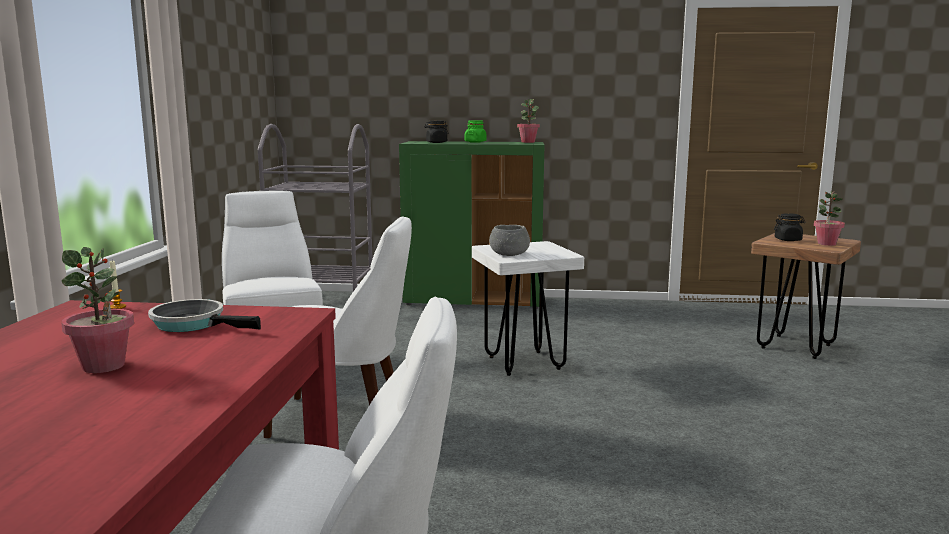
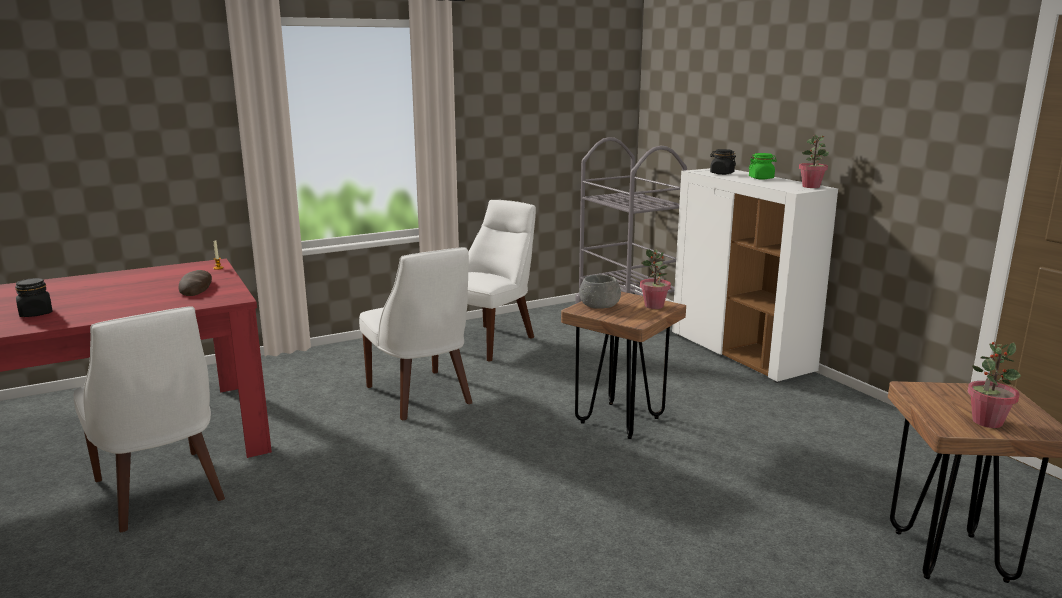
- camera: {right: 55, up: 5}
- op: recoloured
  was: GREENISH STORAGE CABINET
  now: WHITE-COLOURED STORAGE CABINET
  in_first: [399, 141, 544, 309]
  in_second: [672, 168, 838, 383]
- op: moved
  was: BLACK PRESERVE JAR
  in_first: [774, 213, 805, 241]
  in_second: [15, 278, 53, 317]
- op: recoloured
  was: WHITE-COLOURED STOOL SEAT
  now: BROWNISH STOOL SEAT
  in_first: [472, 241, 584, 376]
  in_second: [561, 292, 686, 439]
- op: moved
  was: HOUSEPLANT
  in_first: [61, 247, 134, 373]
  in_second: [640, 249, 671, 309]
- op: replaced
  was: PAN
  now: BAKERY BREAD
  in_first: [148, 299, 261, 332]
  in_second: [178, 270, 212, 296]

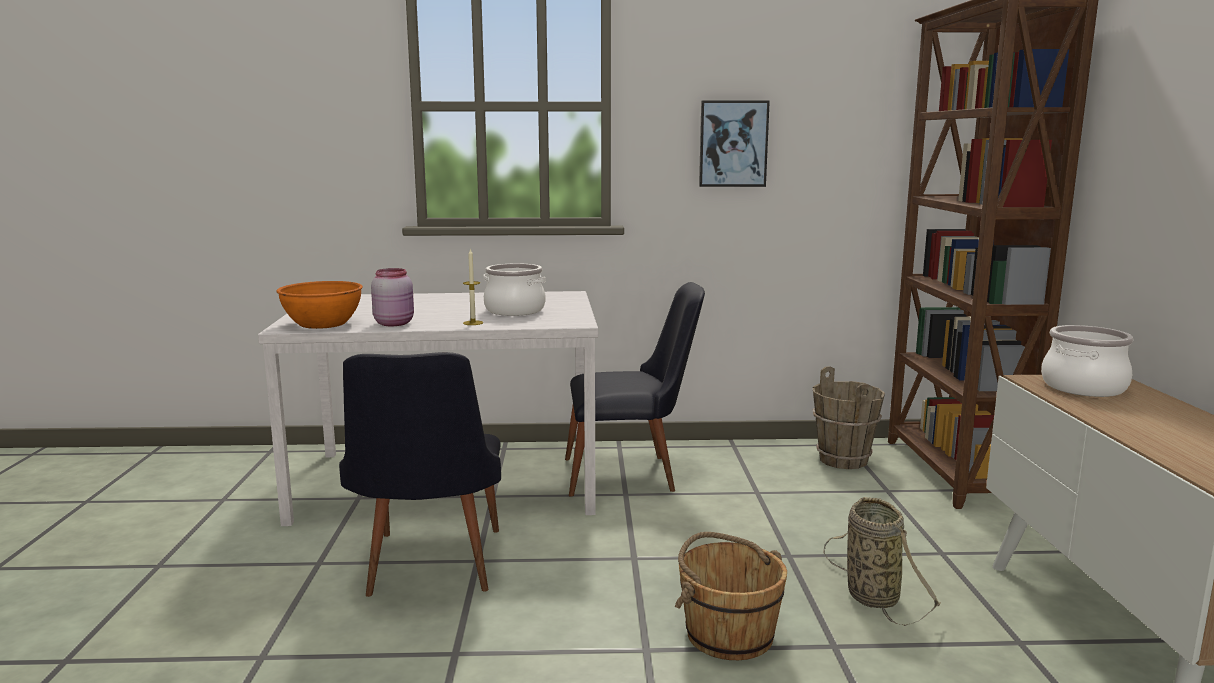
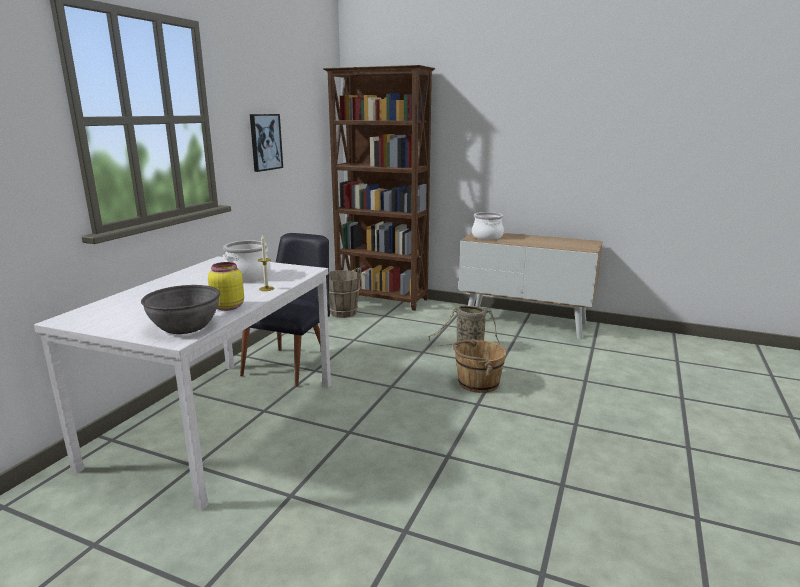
- camera: {right: -65, up: 5}
- op: recoloured
  was: PINK PRESERVE JAR
  now: YELLOW PRESERVE JAR
  in_first: [371, 268, 414, 326]
  in_second: [208, 262, 244, 311]
- op: recoloured
  was: ORANGE-COLOURED SERVING BOWL
  now: GREYISH SERVING BOWL
  in_first: [276, 281, 363, 329]
  in_second: [141, 285, 220, 334]
- op: removed
  was: BLACK CHAIR
  in_first: [339, 352, 501, 597]

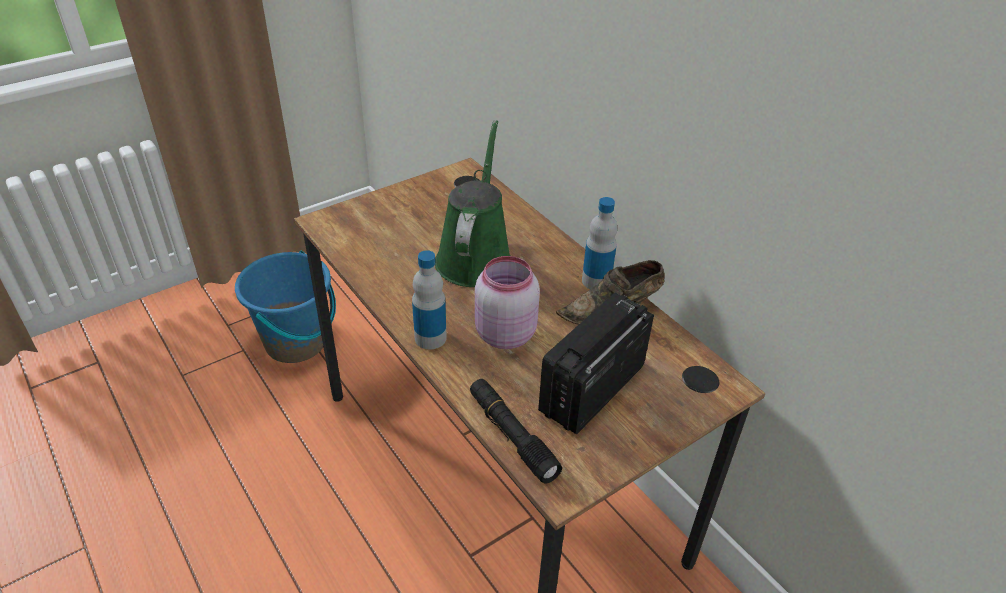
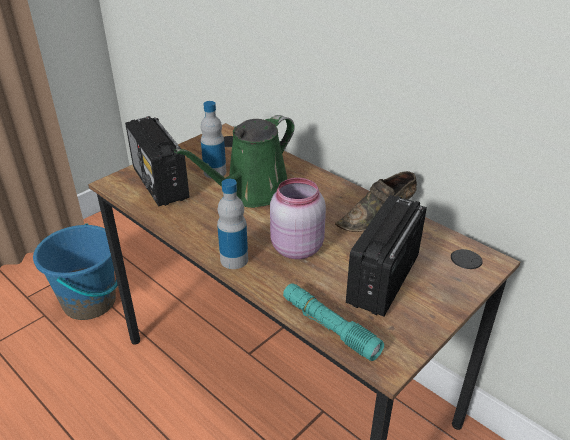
- camera: {right: -10, up: -5}
- op: turned
  was: GREENISH WATERING POT
  in_first: [435, 120, 510, 287]
  in_second: [174, 115, 295, 208]
  clockwise: -135
- op: moved
  was: DRINK BOTTLE
  in_first: [582, 197, 617, 289]
  in_second: [201, 101, 226, 178]
- op: recoloured
  was: BLACK FLASHLIGHT
  now: TURQUOISE FLASHLIGHT
  in_first: [470, 379, 562, 483]
  in_second: [283, 283, 384, 361]
- op: added
  now: RADIO RECEIVER
  in_second: [125, 116, 190, 206]

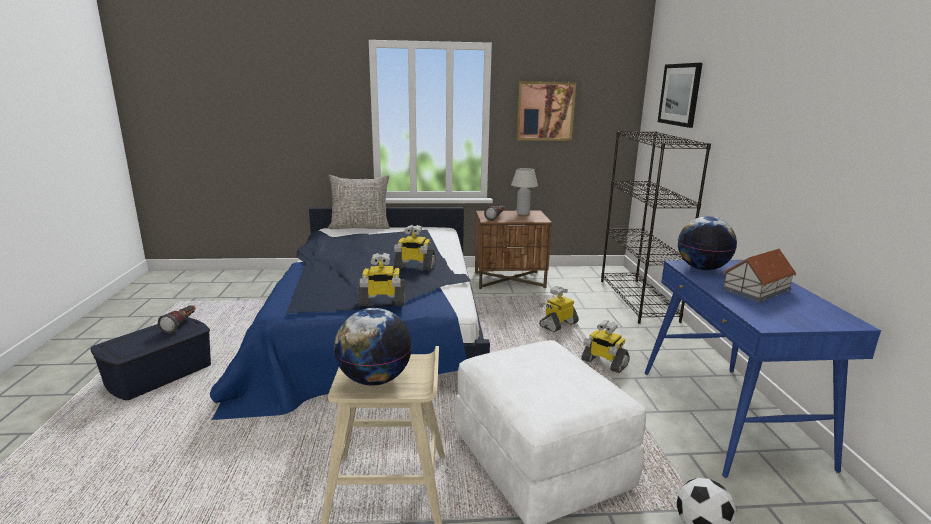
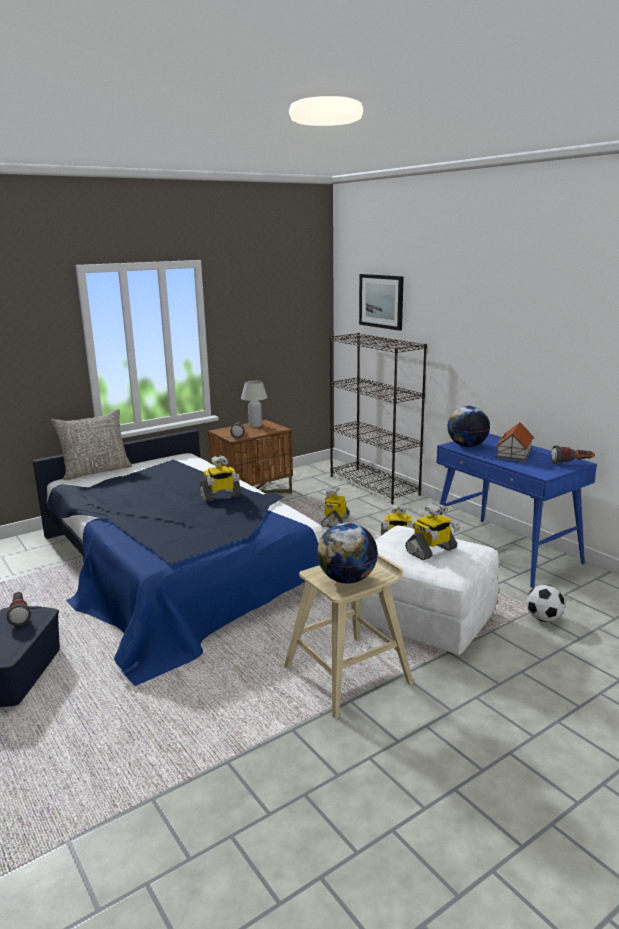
- camera: {right: -30, up: 0}
- op: removed
  was: WALL ART
  in_first: [516, 81, 576, 141]
- op: moved
  was: MODEL ROBOT
  in_first: [358, 253, 405, 306]
  in_second: [405, 502, 460, 560]
- op: added
  now: FLASHLIGHT
  in_second: [551, 446, 595, 464]

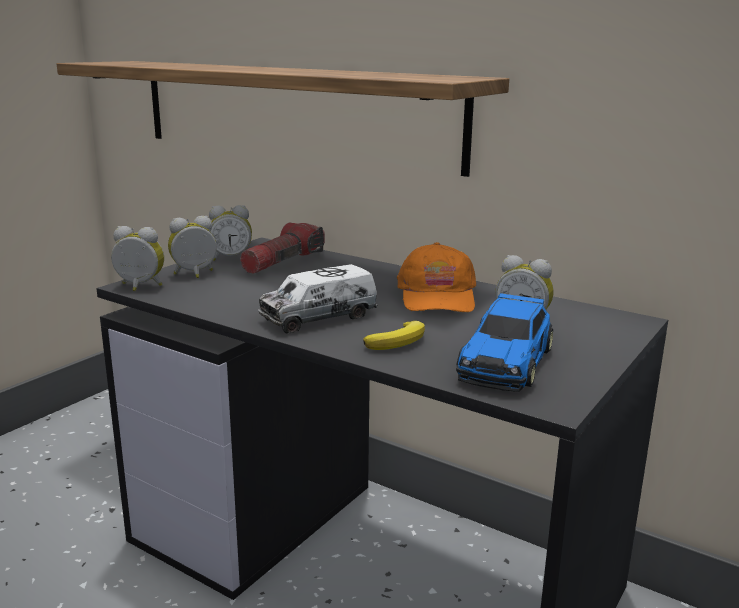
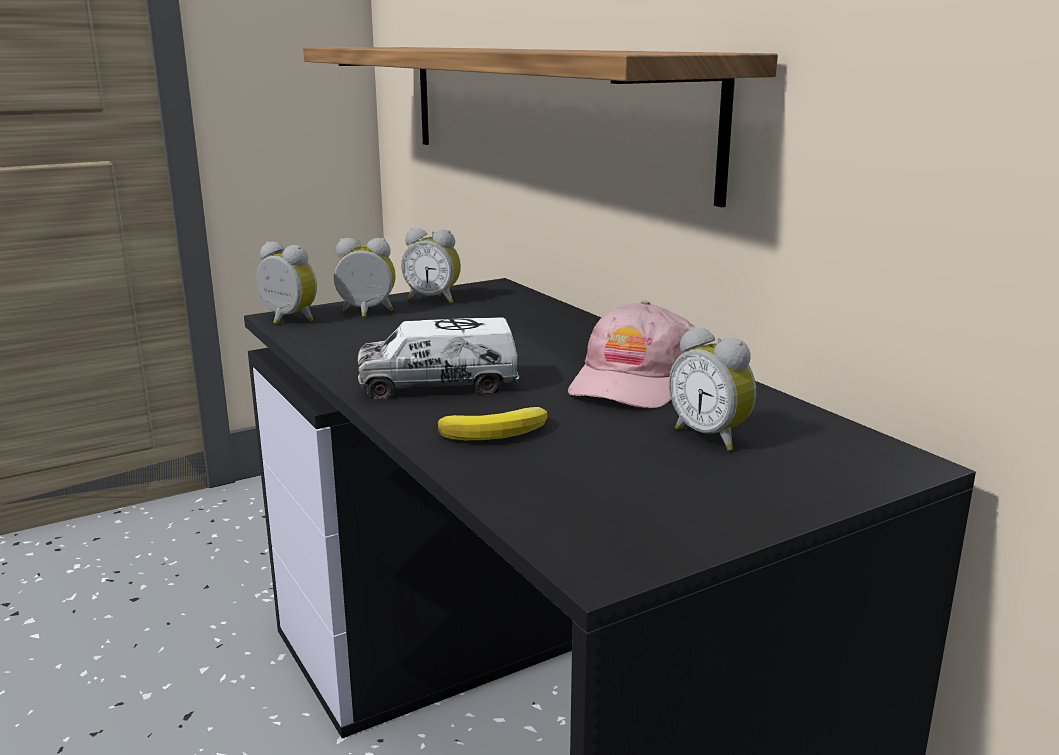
- camera: {right: 25, up: 0}
- op: removed
  was: FLASHLIGHT
  in_first: [240, 223, 325, 274]
- op: recoloured
  was: ORANGE-COLOURED PEAKED CAP
  now: PINK PEAKED CAP
  in_first: [397, 242, 476, 312]
  in_second: [568, 300, 704, 408]
- op: removed
  was: MINIATURE CAR
  in_first: [456, 293, 553, 392]

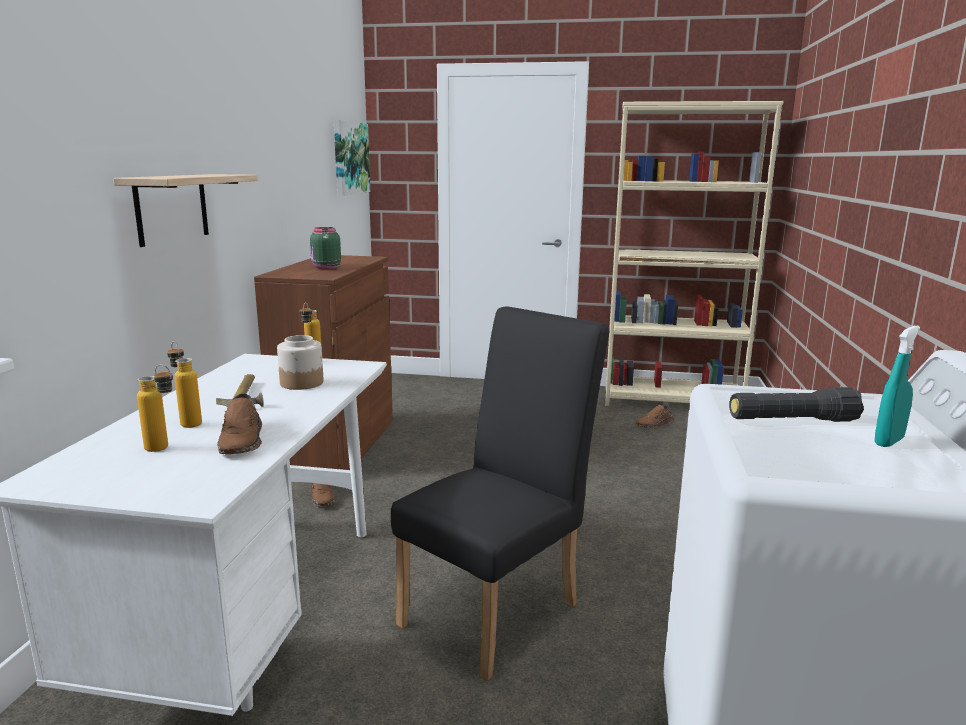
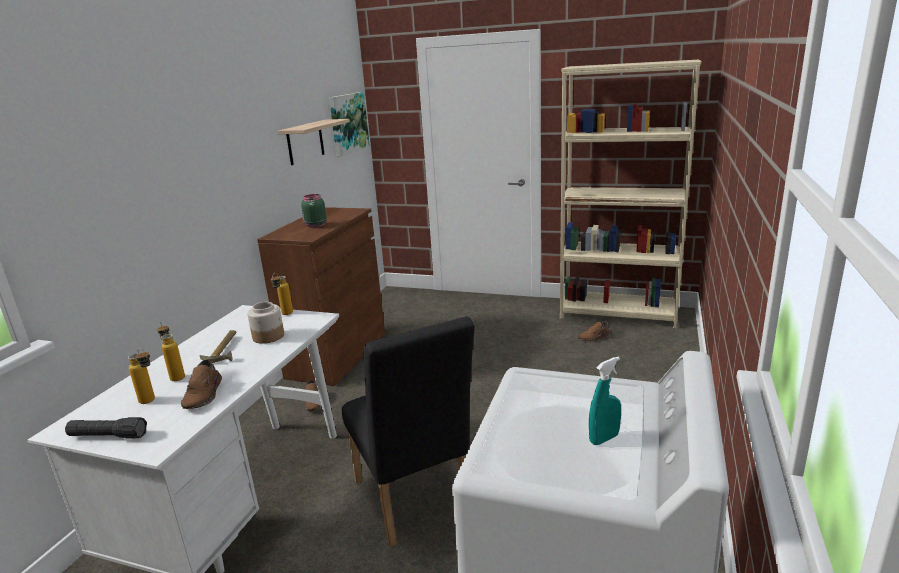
- camera: {right: 10, up: 5}
- op: moved
  was: BRACKET SHELF
  in_first: [113, 174, 258, 247]
  in_second: [278, 119, 350, 165]
- op: turned
  was: BLACK CHAIR
  in_first: [391, 306, 609, 681]
  in_second: [341, 316, 475, 547]
  clockwise: 105
- op: moved
  was: BLACK FLASHLIGHT
  in_first: [729, 387, 864, 422]
  in_second: [65, 417, 147, 439]

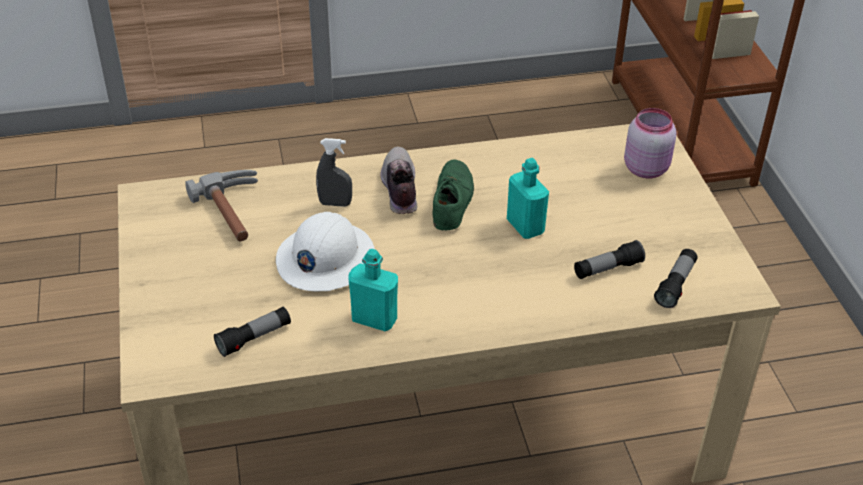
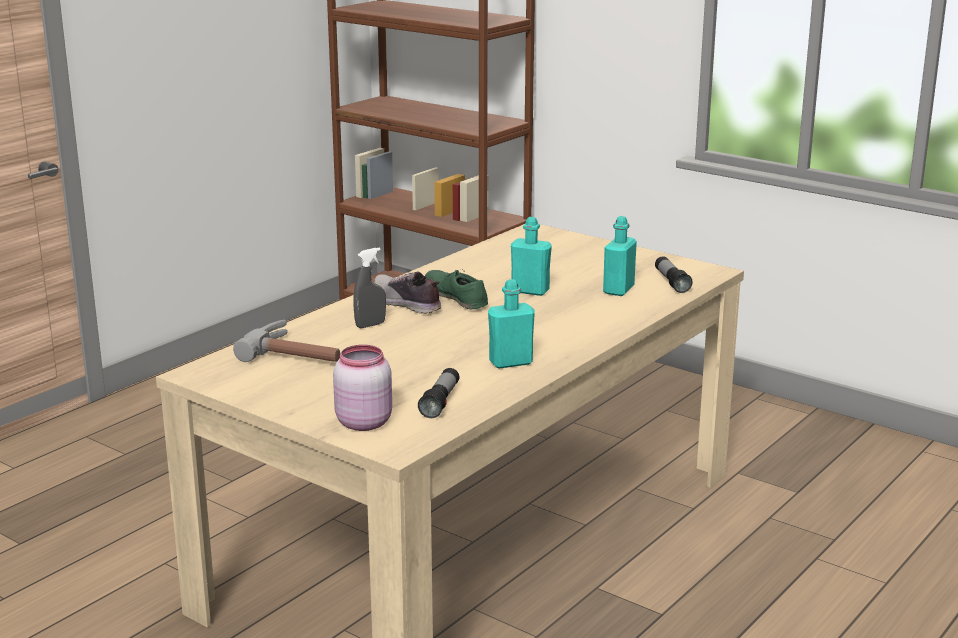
- camera: {right: -40, up: -20}
- op: moved
  was: PINK PRESERVE JAR
  in_first: [624, 108, 676, 178]
  in_second: [333, 345, 392, 431]
- op: removed
  was: WHITE-COLOURED WORK HELMET
  in_first: [276, 212, 375, 292]
- op: replaced
  was: FLASHLIGHT
  now: TURQUOISE DRINK BOTTLE
  in_first: [574, 240, 645, 279]
  in_second: [603, 216, 637, 296]

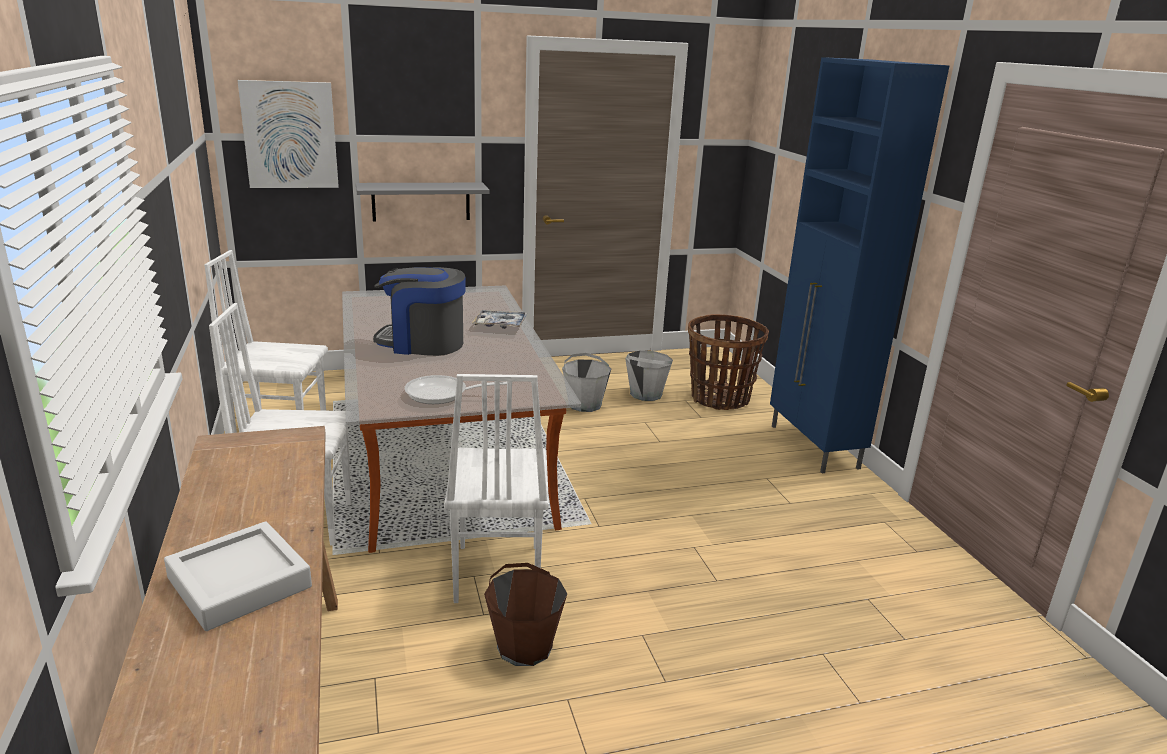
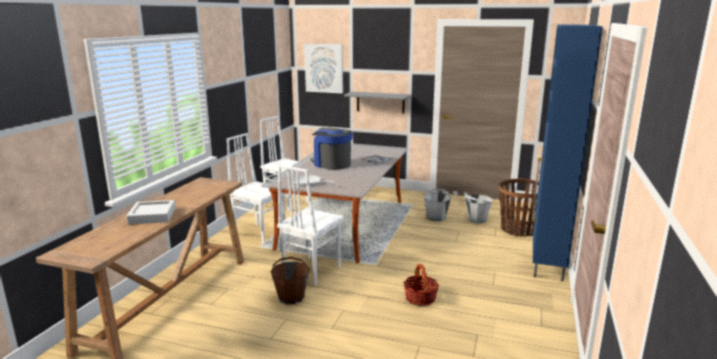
- camera: {right: 35, up: -5}
- op: added
  now: STORAGE BASKET
  in_second: [403, 264, 439, 306]

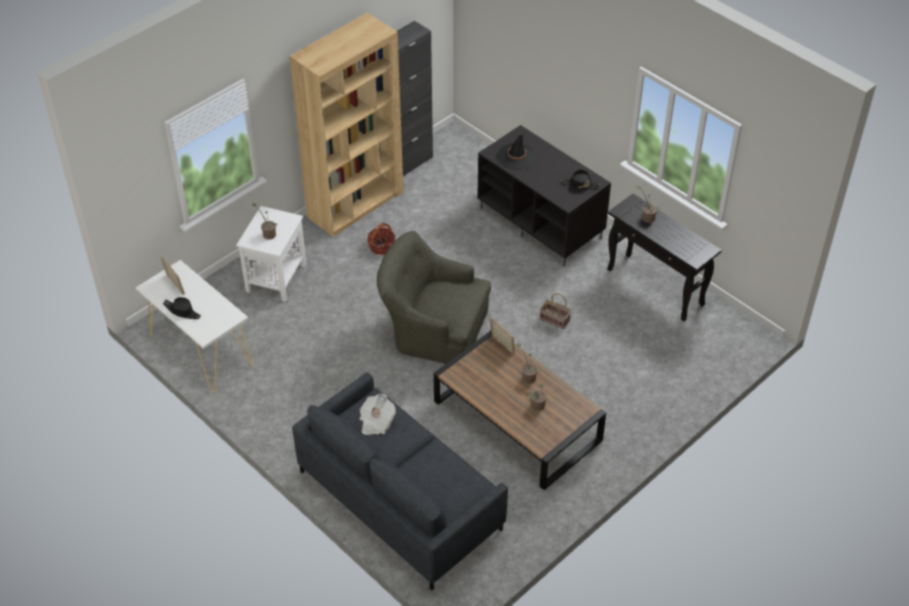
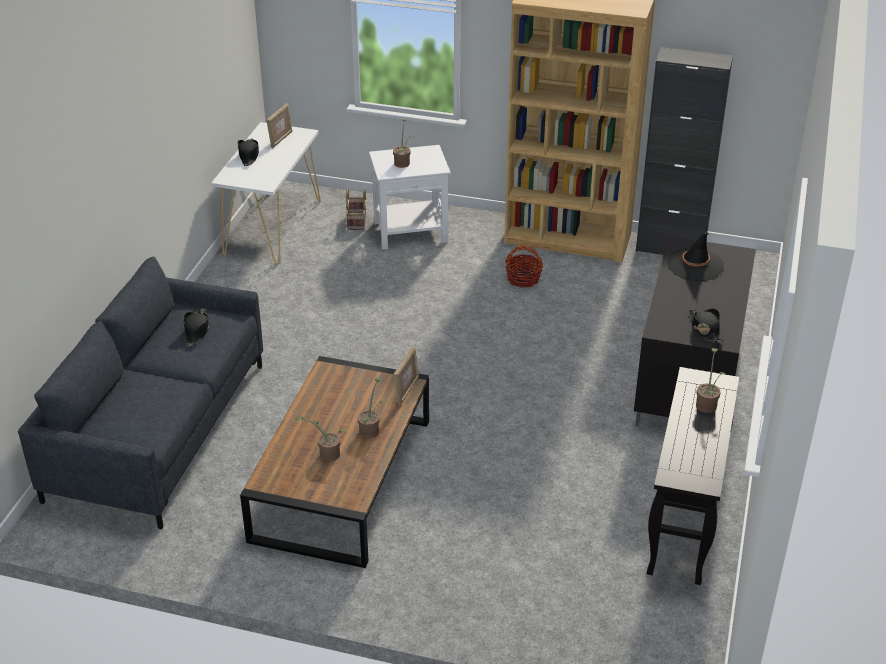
- camera: {right: 60, up: -10}
- op: removed
  was: GREENISH ARMCHAIR
  in_first: [377, 231, 491, 364]
- op: moved
  was: STORAGE BASKET
  in_first: [540, 293, 571, 330]
  in_second: [346, 188, 366, 230]
- op: replaced
  was: NEWSPAPER
  now: BLACK HAT
  in_first: [360, 394, 396, 435]
  in_second: [183, 309, 209, 347]

